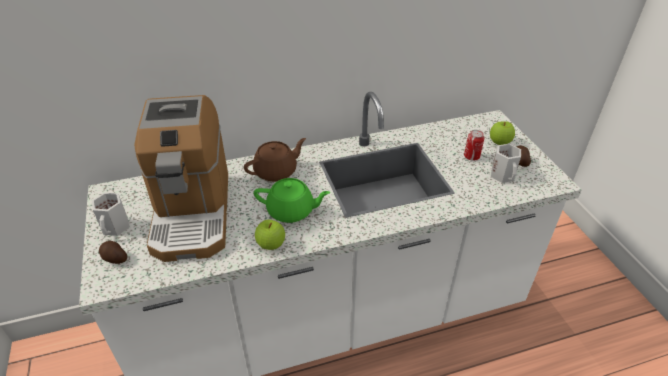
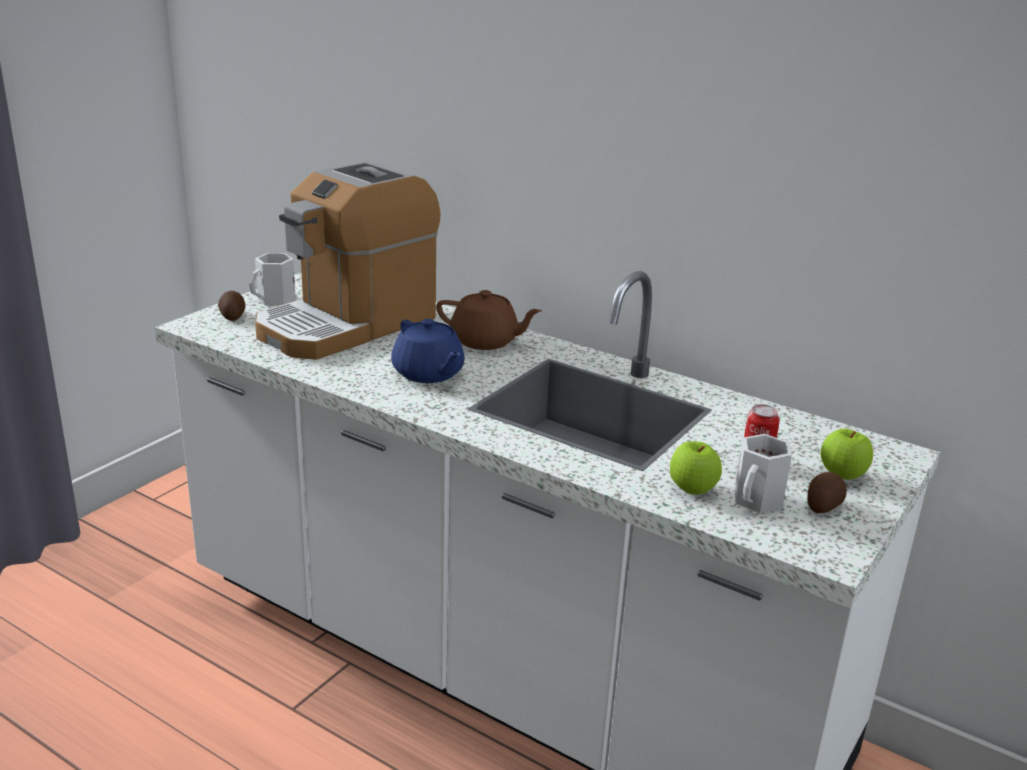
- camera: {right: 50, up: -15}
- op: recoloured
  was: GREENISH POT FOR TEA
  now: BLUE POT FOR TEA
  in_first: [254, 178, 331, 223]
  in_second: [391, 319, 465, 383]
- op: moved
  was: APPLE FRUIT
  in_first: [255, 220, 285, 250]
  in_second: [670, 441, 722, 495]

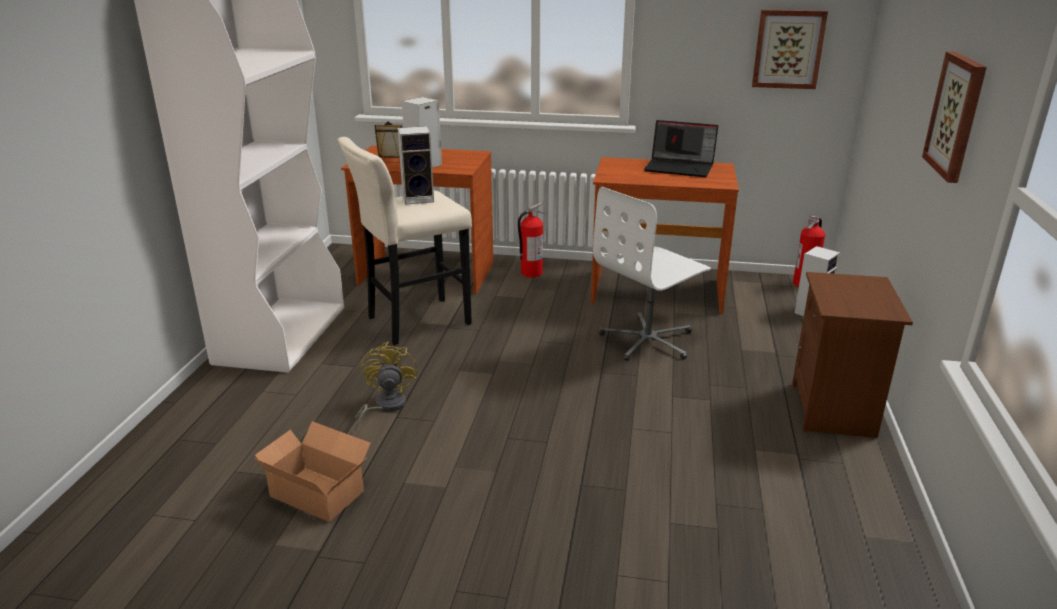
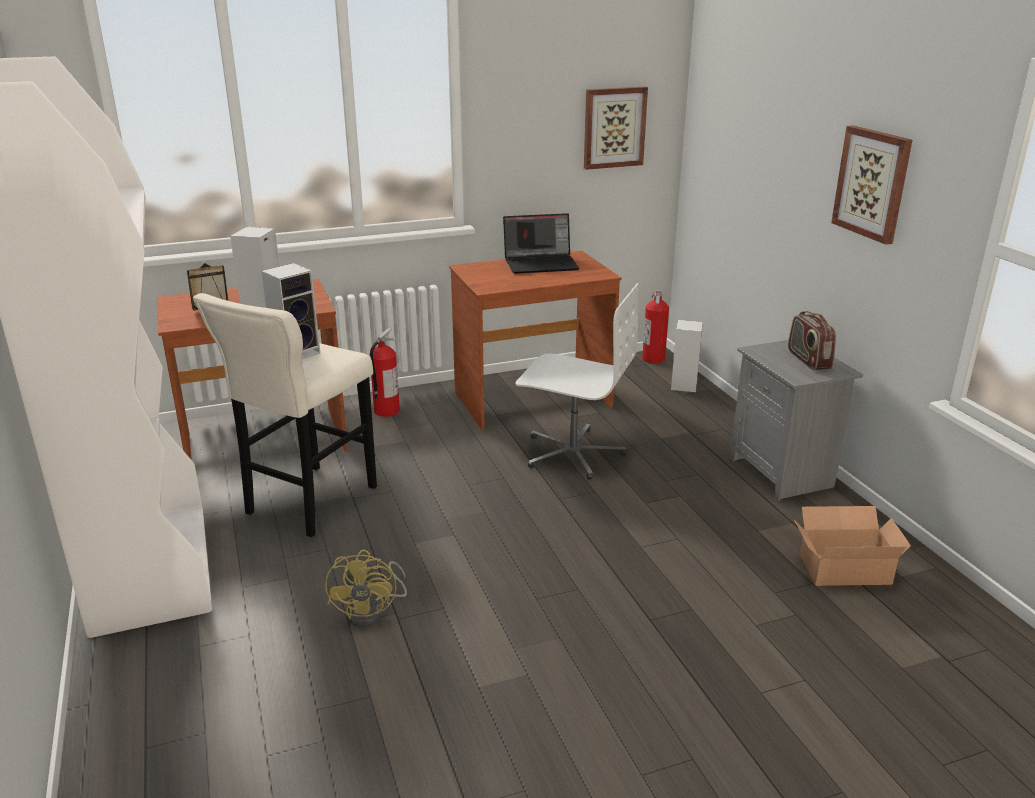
- camera: {right: -30, up: 0}
- op: turned
  was: WHITE-COLOURED DESK CHAIR
  in_first: [593, 187, 711, 361]
  in_second: [515, 283, 639, 480]
  clockwise: -90
- op: recoloured
  was: BROWNISH NIGHTSTAND
  now: GREYISH NIGHTSTAND
  in_first: [792, 272, 913, 438]
  in_second: [730, 340, 863, 501]
- op: turned
  was: YELLOW ELECTRIC FAN
  in_first: [354, 342, 417, 431]
  in_second: [325, 549, 407, 627]
  clockwise: -150
- op: moved
  was: CARTON
  in_first: [254, 421, 371, 522]
  in_second: [794, 506, 911, 586]
- op: added
  now: RADIO RECEIVER
  in_second: [788, 311, 836, 370]

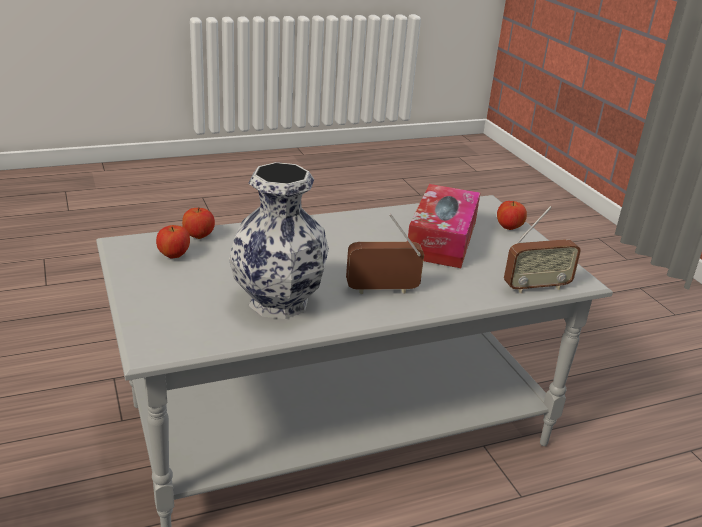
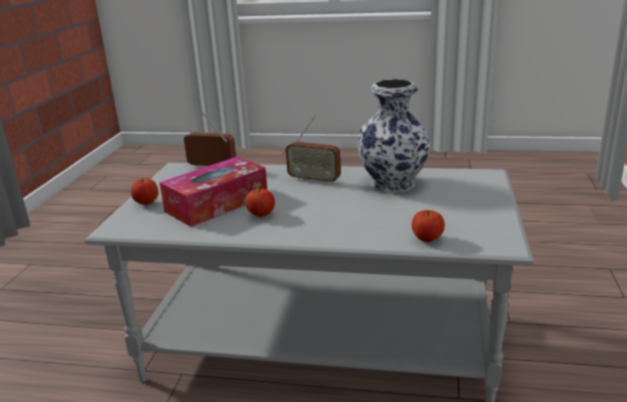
- camera: {right: -145, up: -5}
- op: moved
  was: APPLE FRUIT
  in_first: [156, 225, 190, 259]
  in_second: [246, 189, 275, 217]

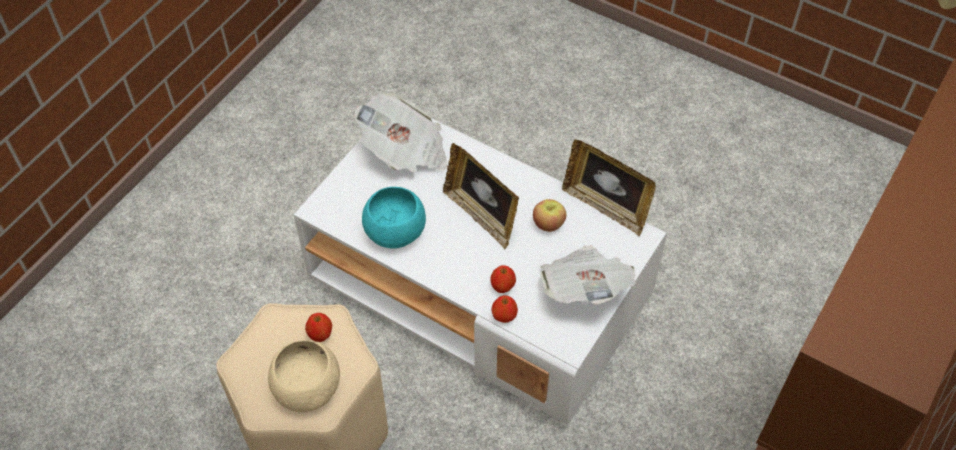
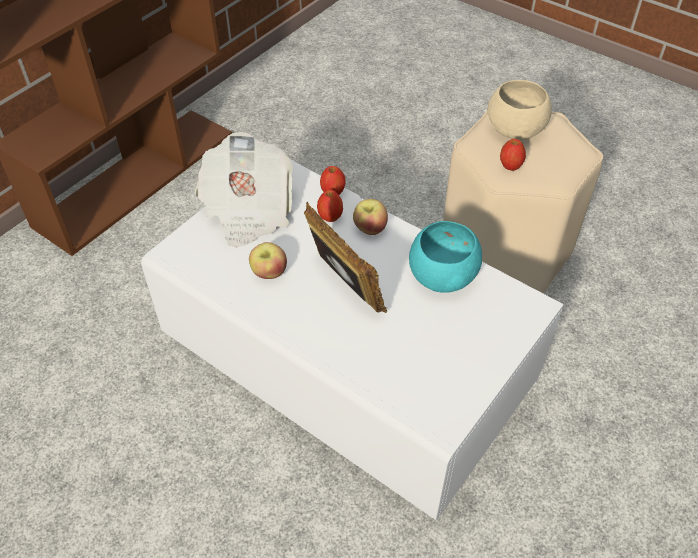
- camera: {right: -175, up: -5}
- op: removed
  was: NEWSPAPER
  in_first: [354, 93, 448, 172]
- op: removed
  was: PICTURE FRAME
  in_first: [562, 139, 656, 236]
- op: added
  now: APPLE FRUIT
  in_second: [353, 199, 388, 235]

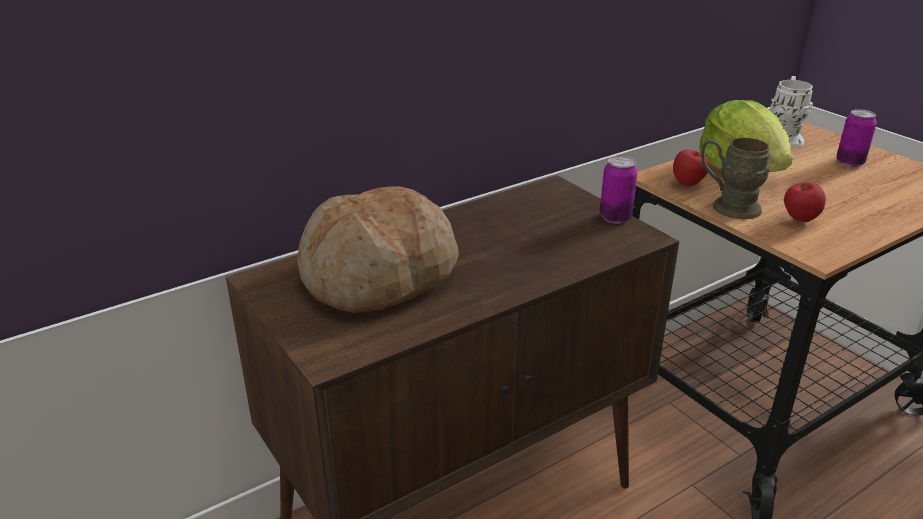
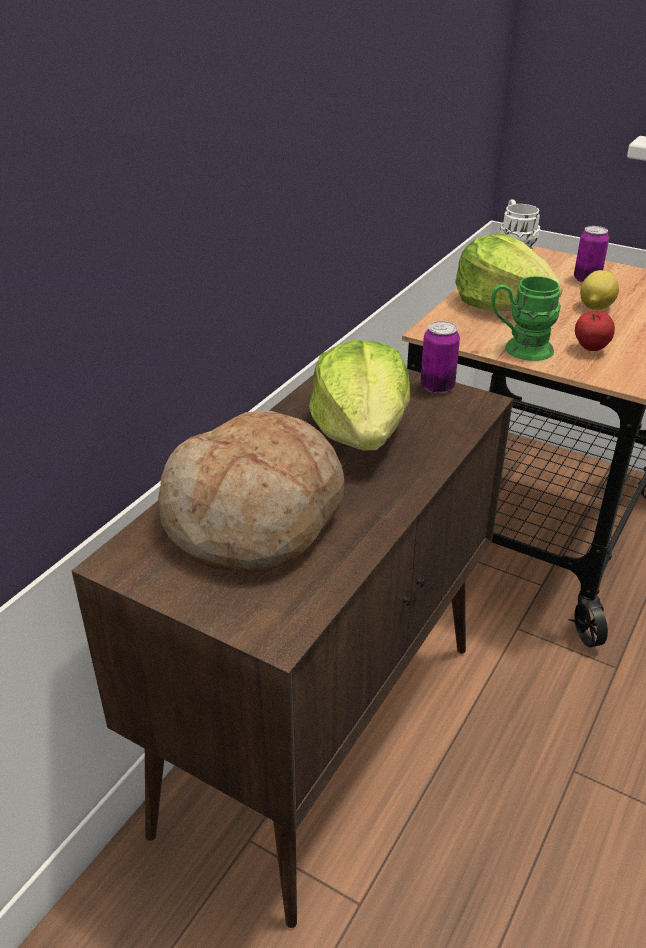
- camera: {right: -25, up: 5}
- op: recoloured
  was: BROWNISH COFFEE MUG
  now: GREENISH COFFEE MUG
  in_first: [701, 138, 771, 219]
  in_second: [492, 276, 561, 361]
- op: removed
  was: APPLE FRUIT
  in_first: [673, 149, 710, 186]
- op: added
  now: WHOLE LEMON
  in_second: [580, 270, 619, 310]
- op: added
  now: HEAD OF LETTUCE
  in_second: [309, 339, 410, 451]

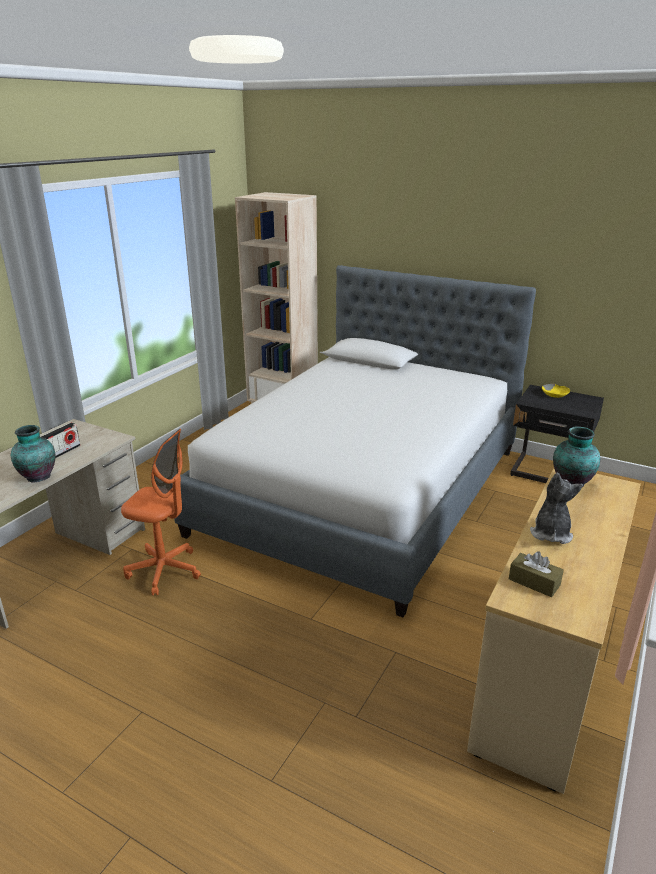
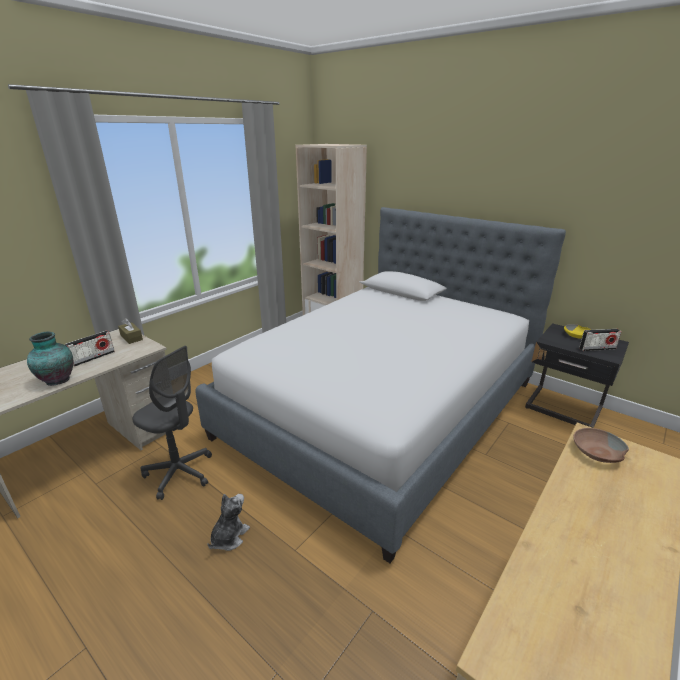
- camera: {right: 10, up: 0}
- op: replaced
  was: DECORATIVE VASE
  now: BROWNISH SERVING BOWL
  in_first: [553, 426, 600, 486]
  in_second: [573, 428, 629, 463]
- op: recoloured
  was: ORANGE-COLOURED DESK CHAIR
  now: GREYISH DESK CHAIR
  in_first: [121, 429, 201, 595]
  in_second: [133, 346, 212, 500]
- op: moved
  was: PLUSH TOY
  in_first: [530, 472, 583, 544]
  in_second: [208, 494, 250, 551]
- op: moved
  was: BROWNISH TISSUE BOX
  in_first: [509, 551, 564, 597]
  in_second: [118, 318, 143, 344]
- op: added
  now: RADIO RECEIVER
  in_second: [579, 329, 622, 351]

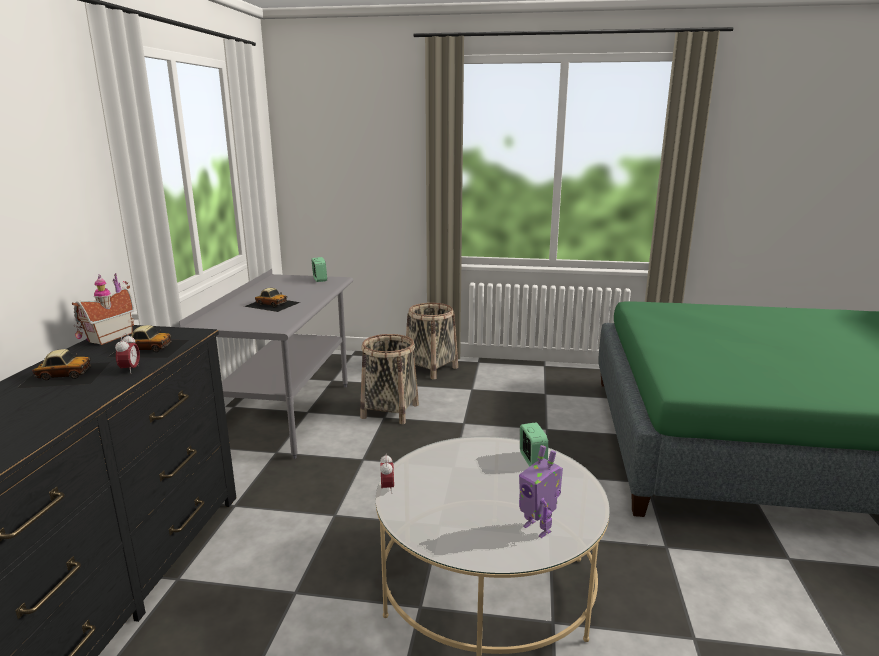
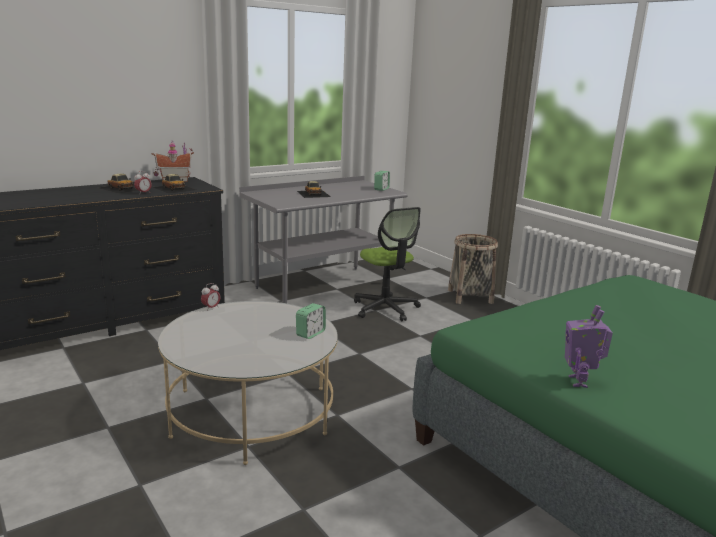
- camera: {right: 45, up: 0}
- op: replaced
  was: STORAGE BASKET
  now: DESK CHAIR
  in_first: [360, 334, 419, 424]
  in_second: [354, 207, 421, 321]
- op: moved
  was: MODEL ROBOT
  in_first: [519, 445, 563, 538]
  in_second: [565, 305, 613, 388]

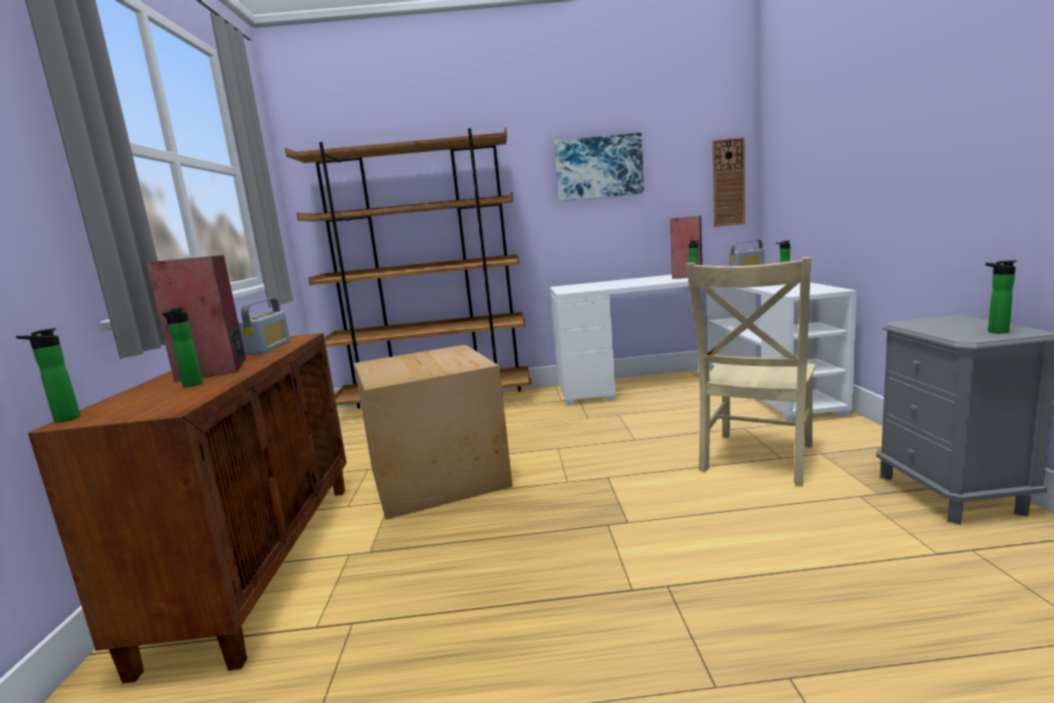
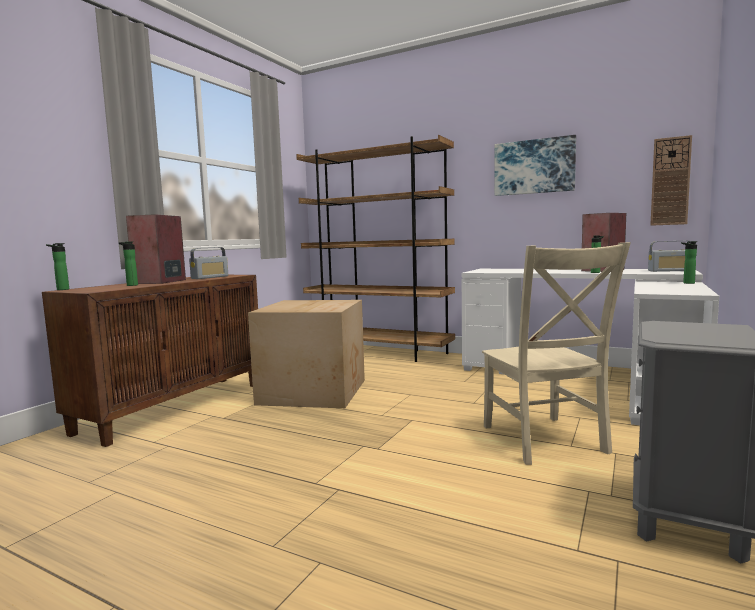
- camera: {right: 30, up: -5}
- op: turned
  was: SAND-COLOURED CHAIR
  in_first: [686, 257, 816, 486]
  in_second: [482, 242, 631, 465]
  clockwise: -75
- op: removed
  was: DRINK BOTTLE
  in_first: [985, 260, 1017, 334]

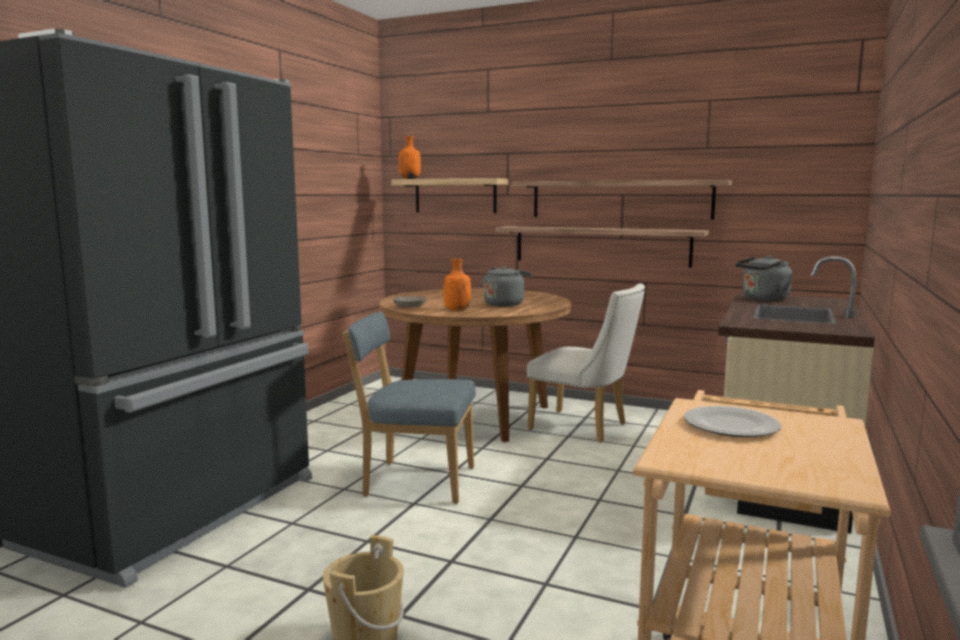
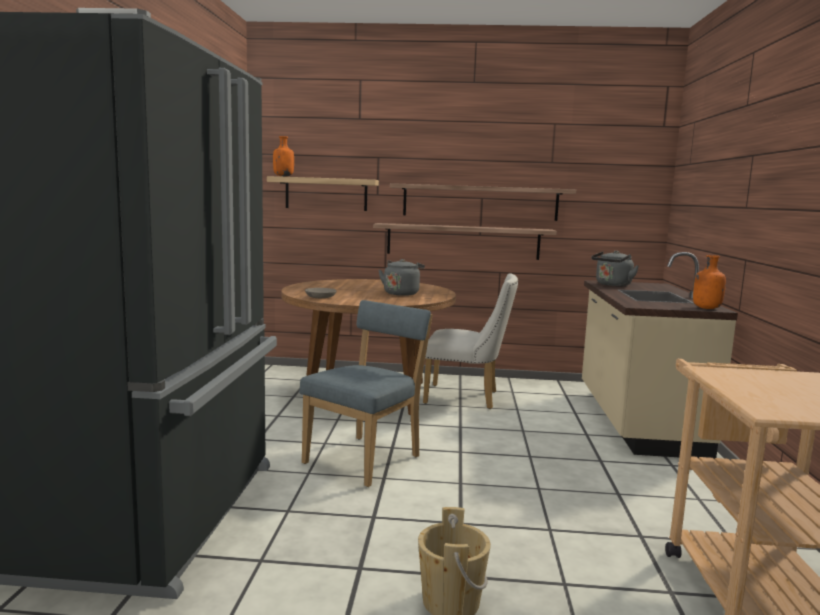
- camera: {right: -20, up: 0}
- op: moved
  was: ORANGE-COLOURED DRINK BOTTLE
  in_first: [443, 258, 471, 311]
  in_second: [693, 255, 726, 309]
- op: turned
  was: BLUE CHAIR
  in_first: [343, 311, 475, 504]
  in_second: [299, 300, 433, 487]
  clockwise: 135
- op: removed
  was: FLAT DISH
  in_first: [684, 406, 781, 437]

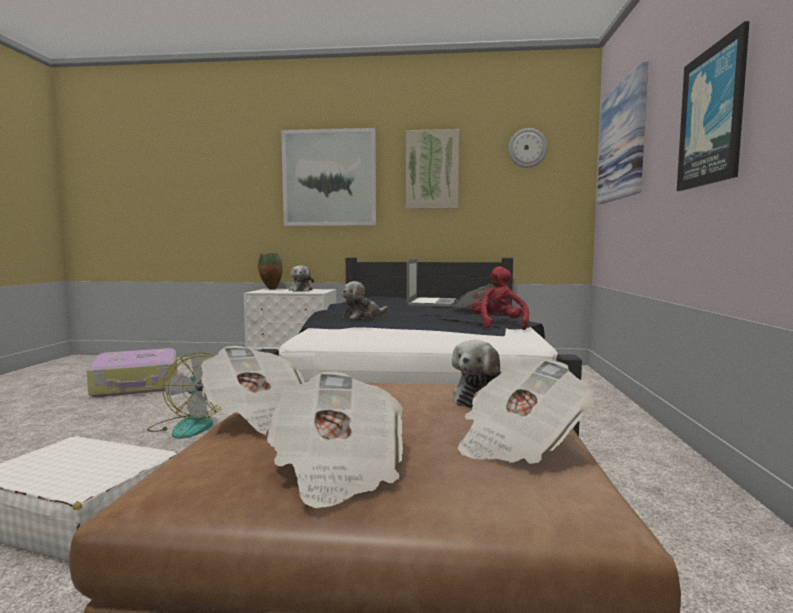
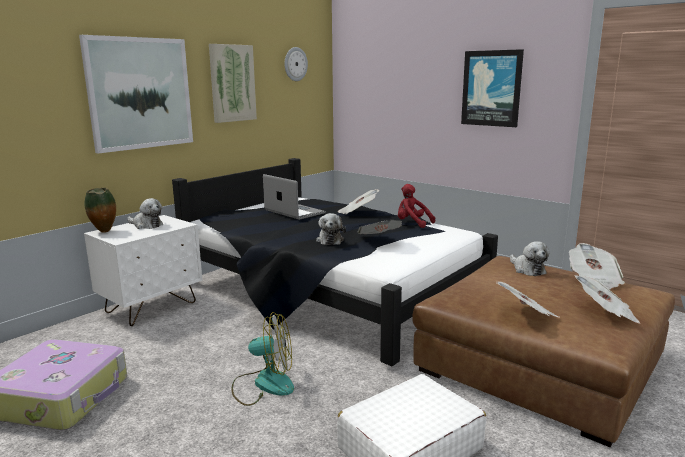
- camera: {right: -55, up: 10}
- op: removed
  was: WALL ART
  in_first: [597, 61, 648, 204]
- op: added
  now: NEWSPAPER
  in_second: [358, 220, 402, 234]

